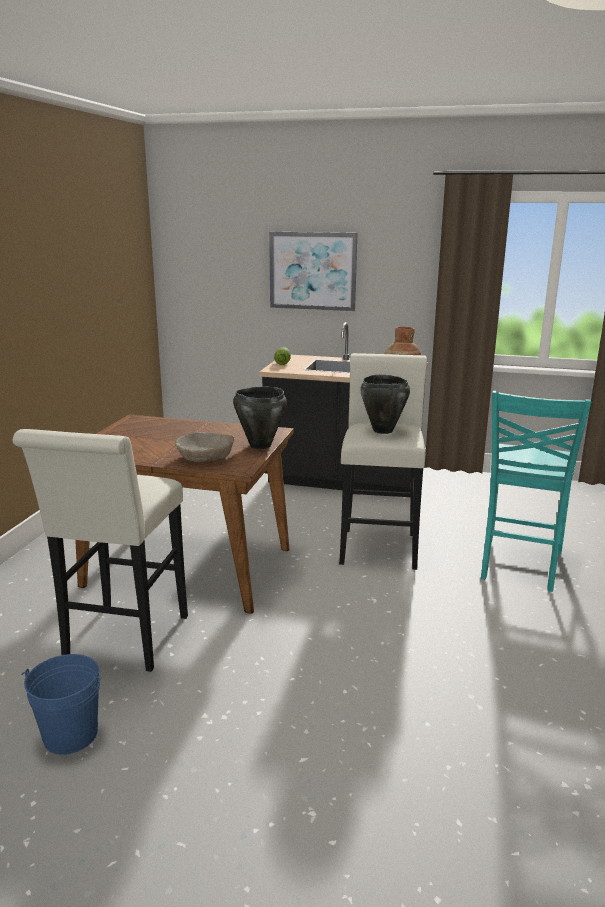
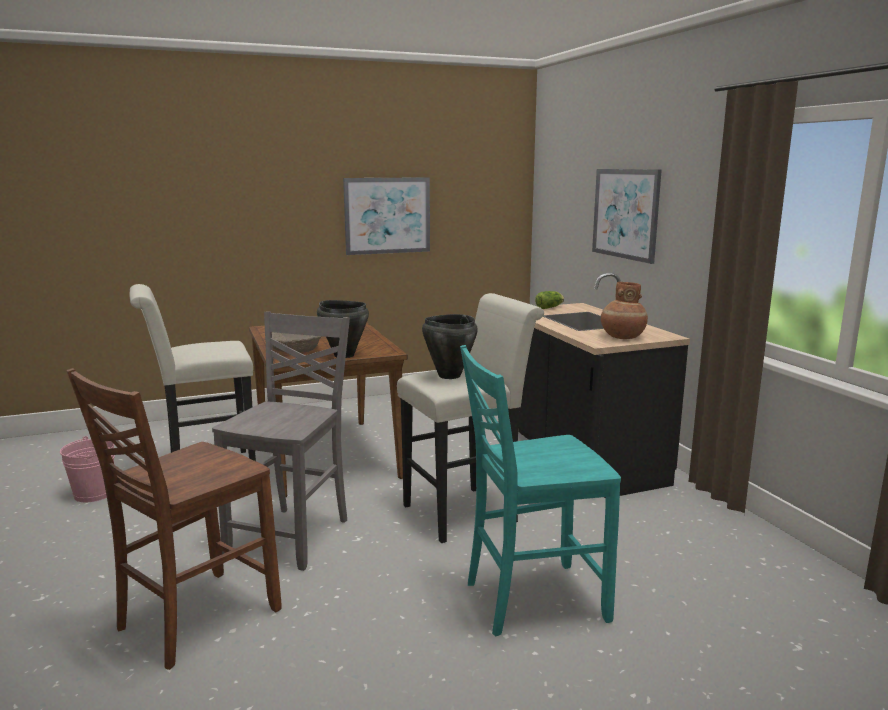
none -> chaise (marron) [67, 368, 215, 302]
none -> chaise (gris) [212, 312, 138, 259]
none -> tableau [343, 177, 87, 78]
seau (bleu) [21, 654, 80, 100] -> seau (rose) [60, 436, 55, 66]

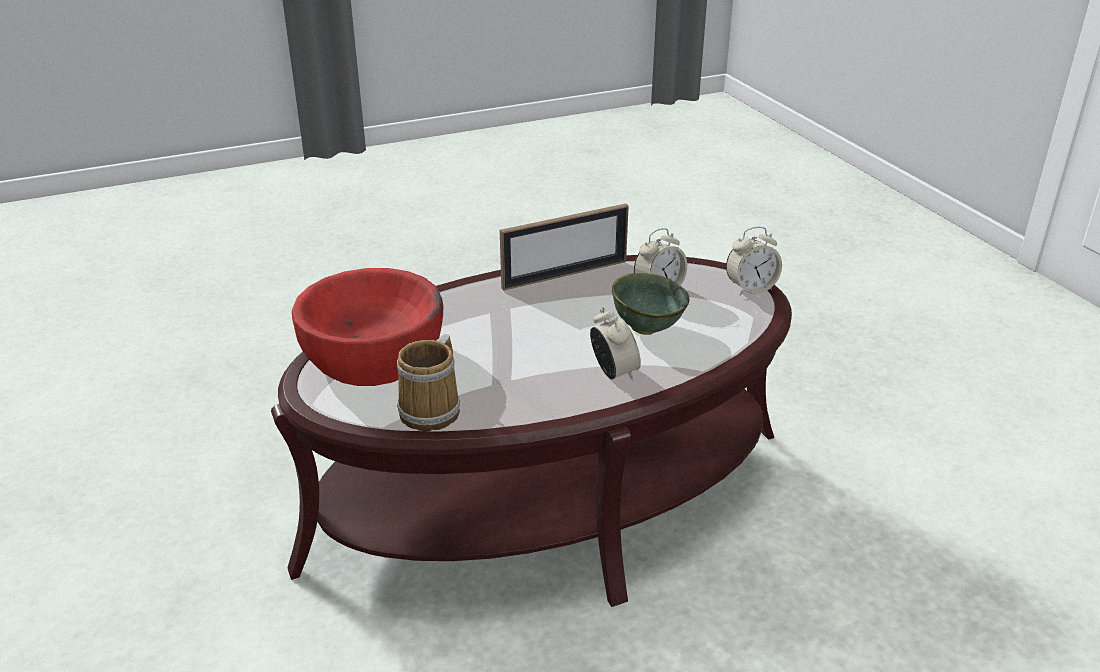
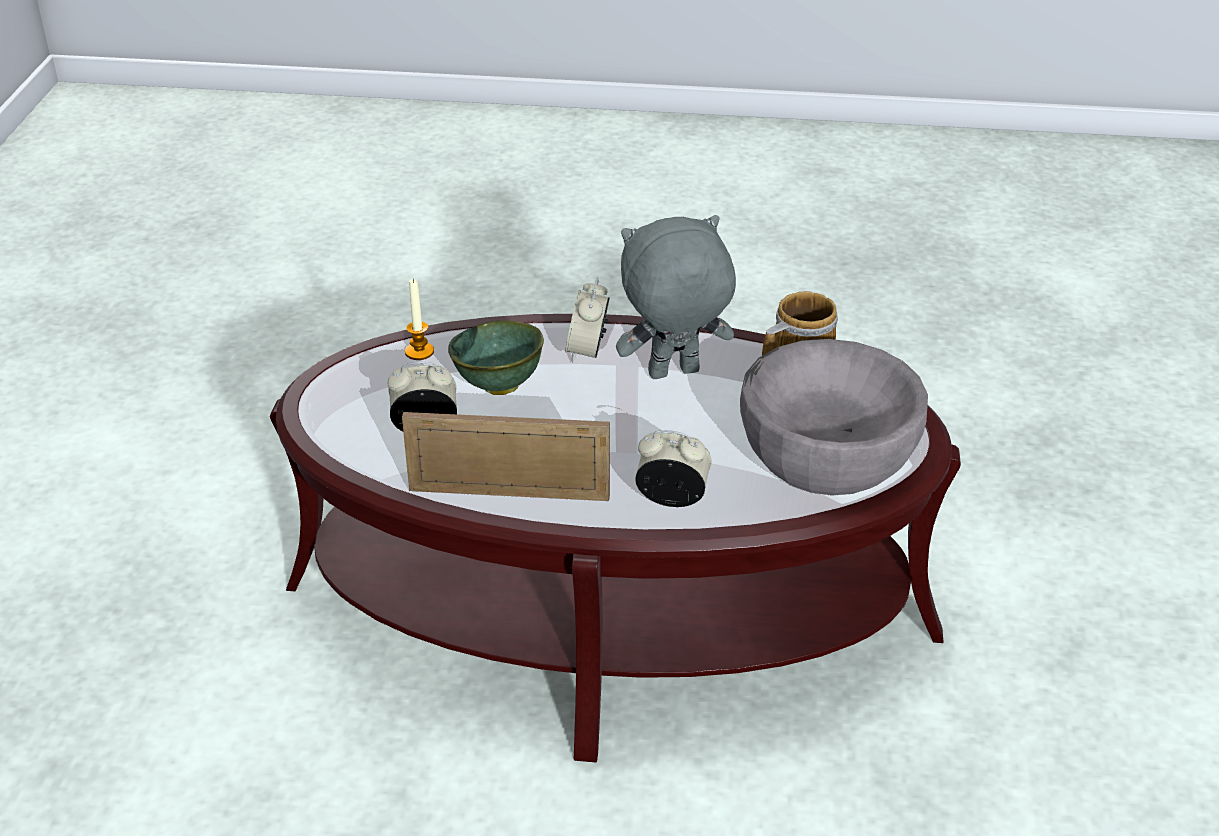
none -> bougie [405, 279, 29, 81]
none -> peluche (gris) [616, 215, 120, 164]
réveil [726, 227, 56, 69] -> réveil [635, 430, 77, 77], relocated
bol (rouge) [292, 268, 151, 118] -> bol (gris) [740, 339, 188, 156]

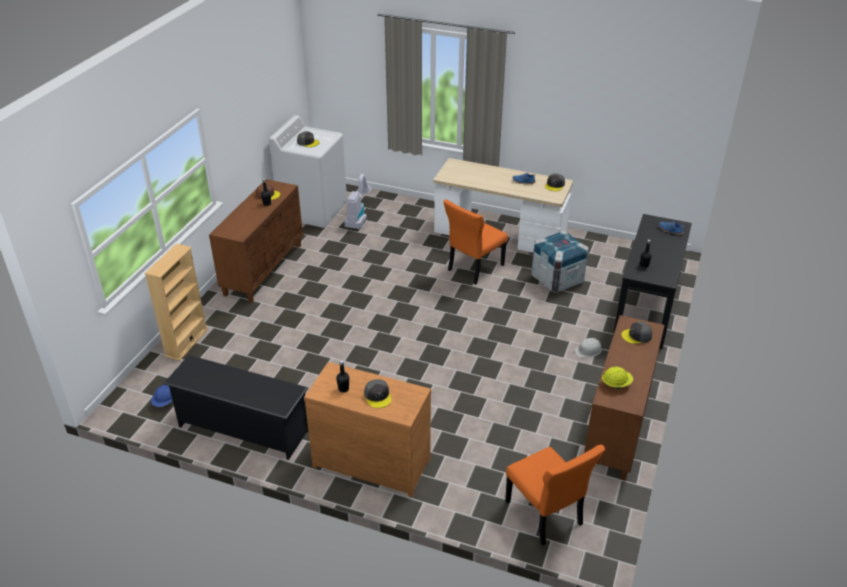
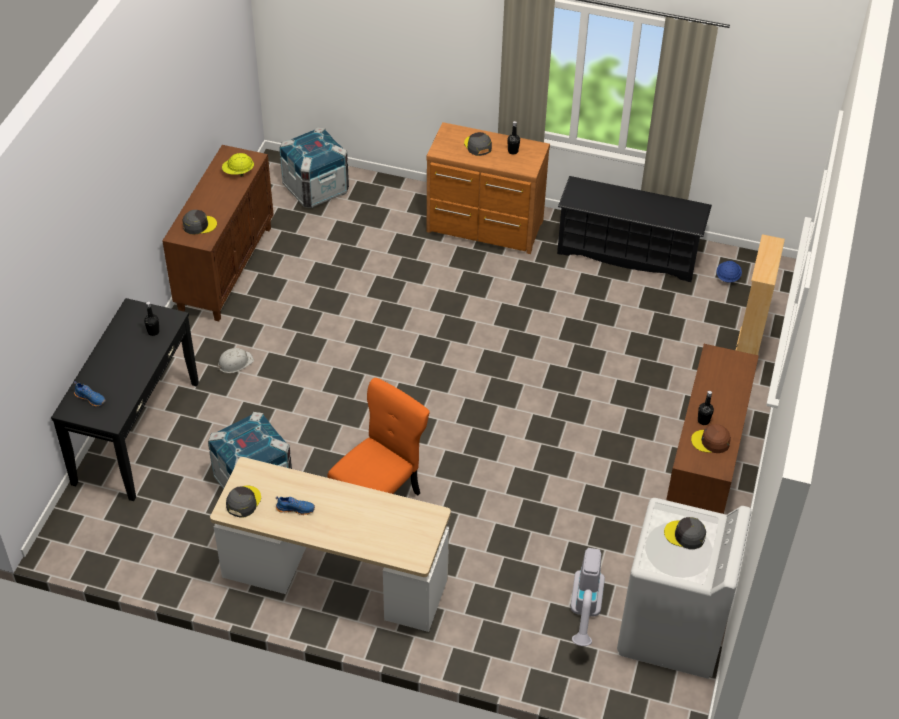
chaise (orange) [505, 445, 100, 101] -> caisse [279, 127, 70, 81]

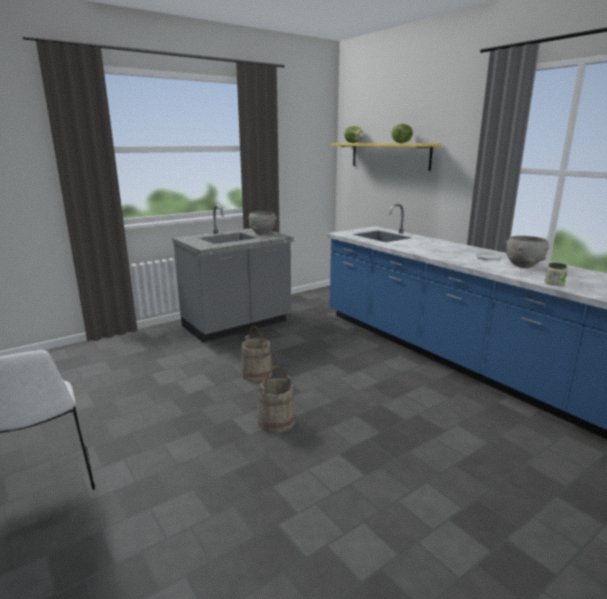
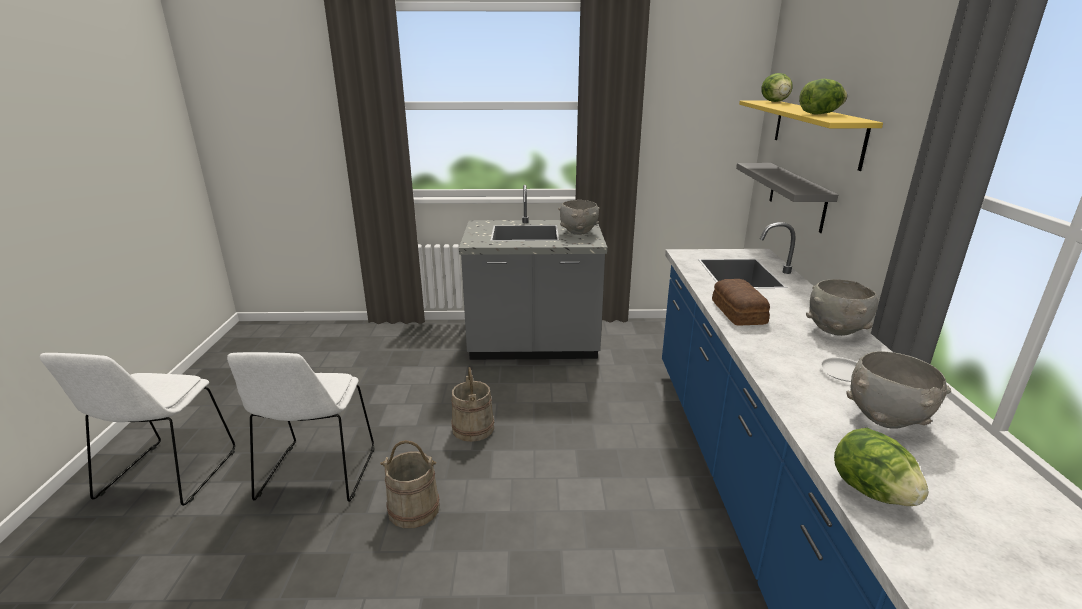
none -> chaise (blanc) [227, 352, 147, 150]
none -> pain [712, 279, 58, 47]
none -> étagère (gris) [736, 163, 102, 70]
none -> bol (gris) [806, 279, 73, 57]
bocal [545, 263, 22, 23] -> laitue [834, 428, 95, 78]

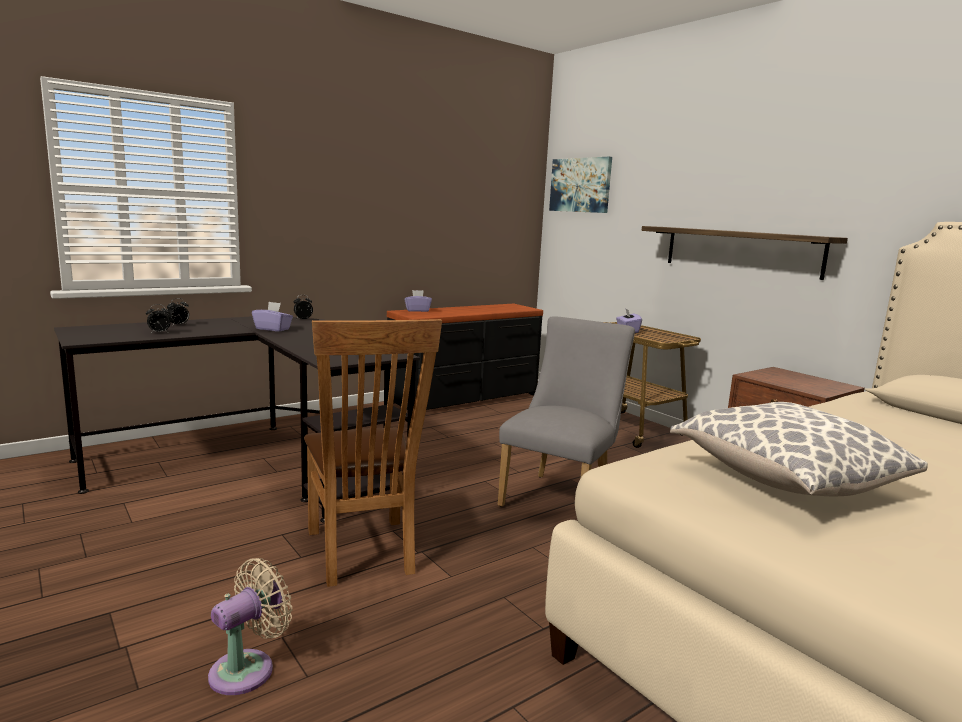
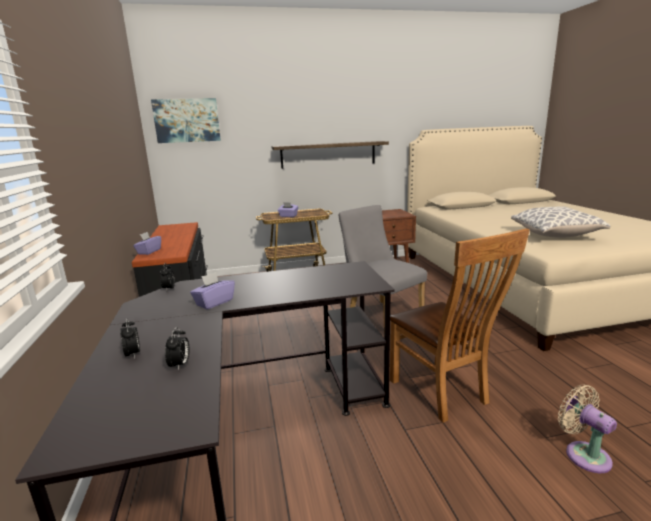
chaise (marron) [304, 319, 138, 268] -> chaise (marron) [390, 228, 140, 195], 60 degrees clockwise

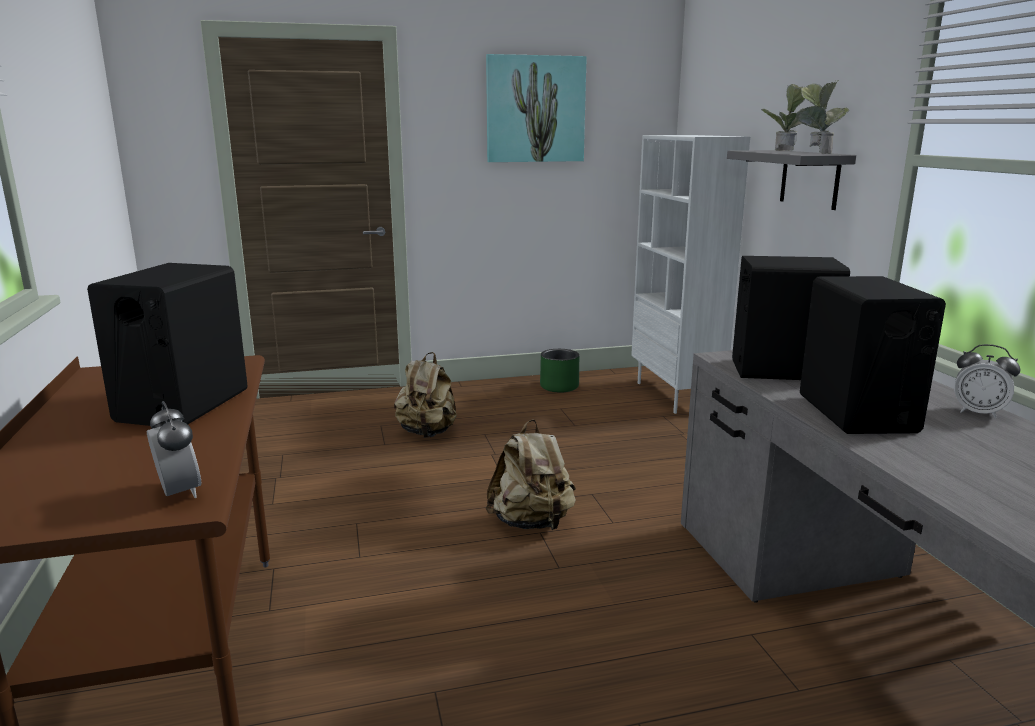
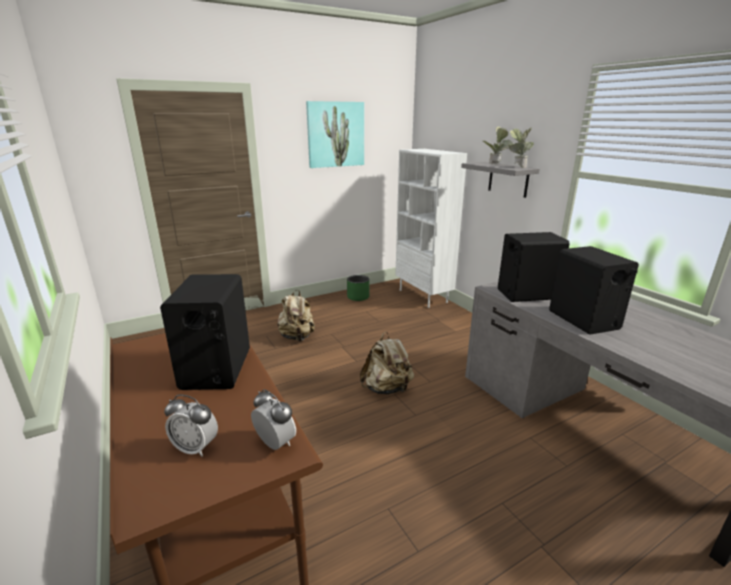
réveil [954, 344, 67, 75] -> réveil [164, 395, 54, 62], relocated

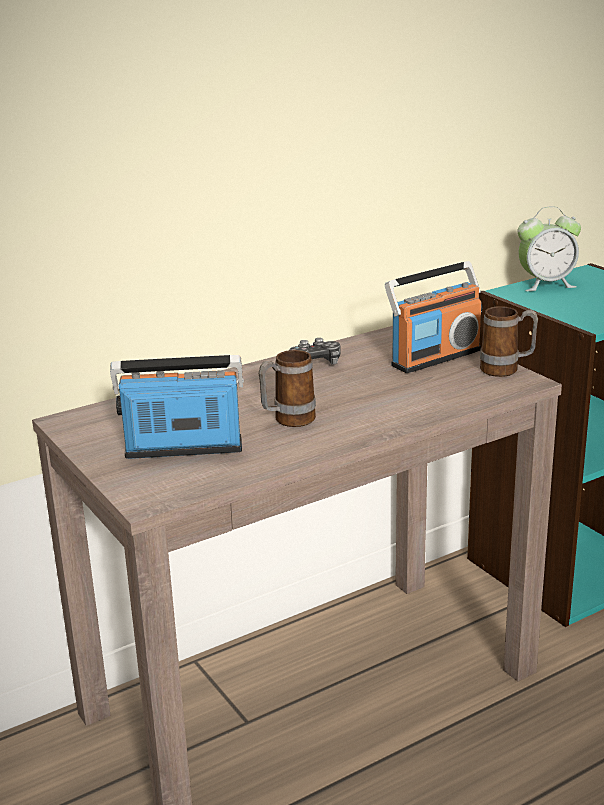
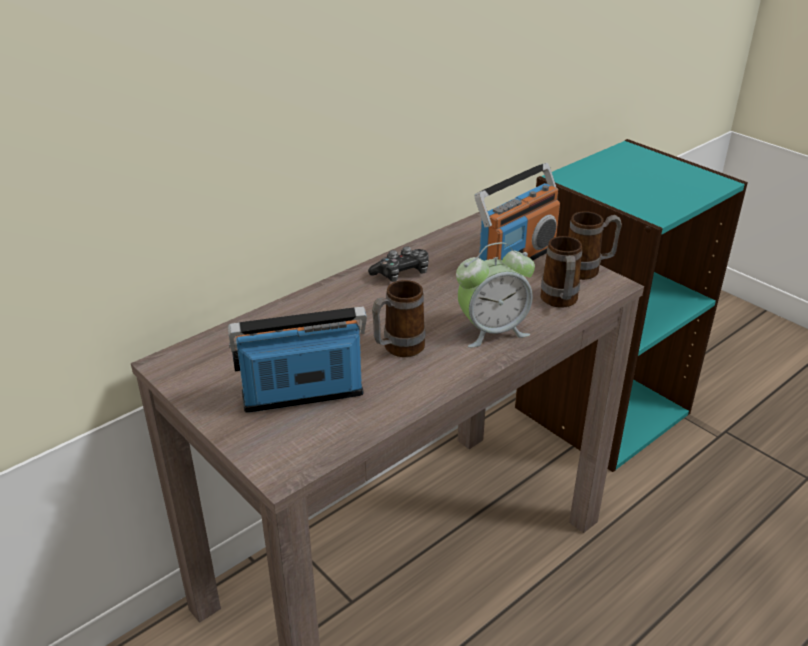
none -> mug [541, 236, 41, 72]
réveil [518, 207, 63, 84] -> réveil [456, 242, 79, 106], relocated

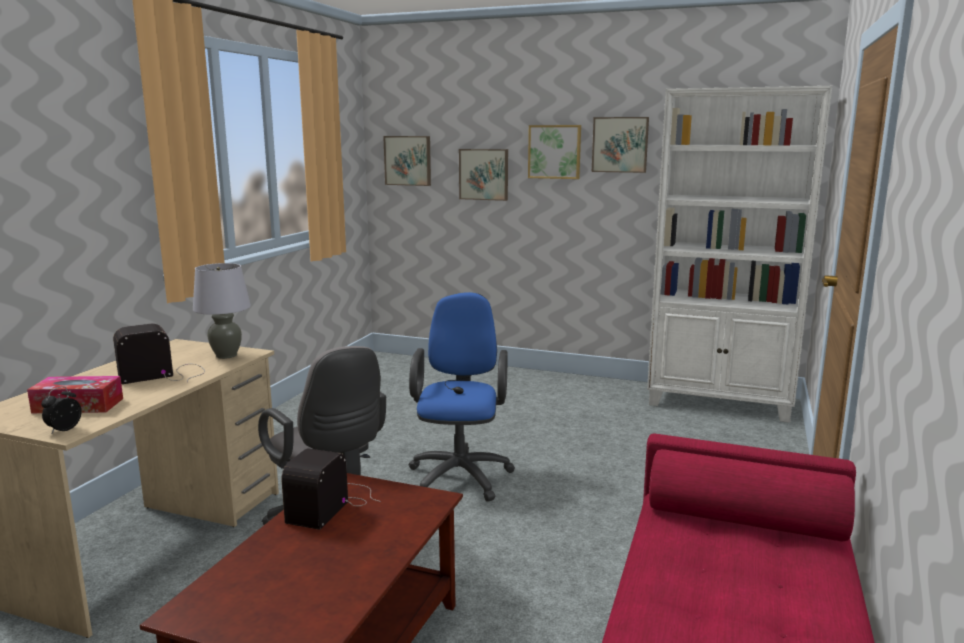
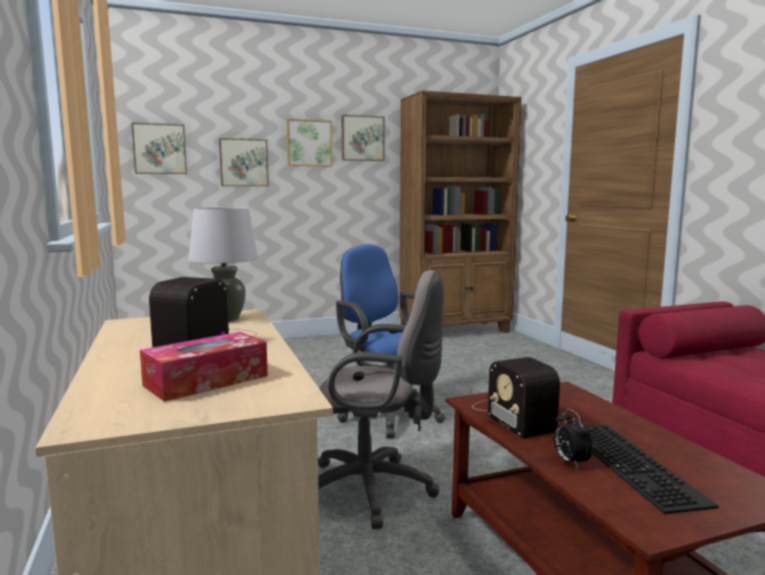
none -> clavier [588, 425, 131, 89]
réveil [41, 386, 41, 47] -> réveil [553, 408, 40, 61], relocated
bibliothèque (blanc) [647, 86, 185, 337] -> bibliothèque (marron) [400, 90, 122, 243]

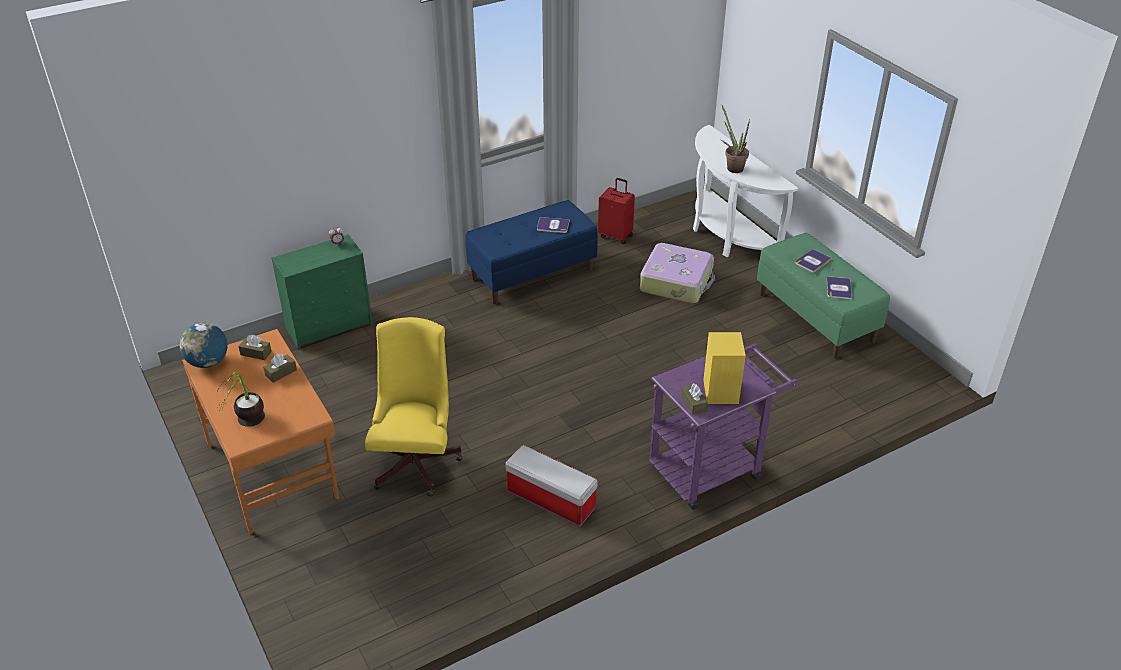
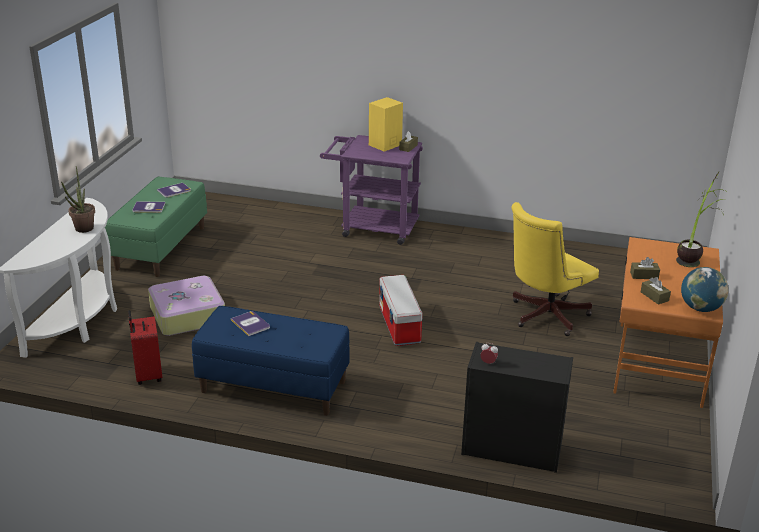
boîte de rangement [506, 445, 92, 81] -> boîte de rangement [379, 275, 44, 71], relocated
commode (vert) [271, 234, 102, 115] -> commode (noir) [461, 342, 112, 131]

